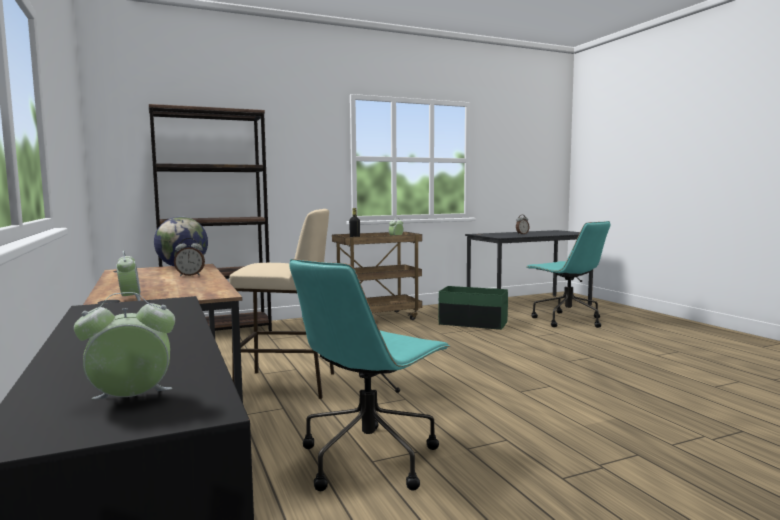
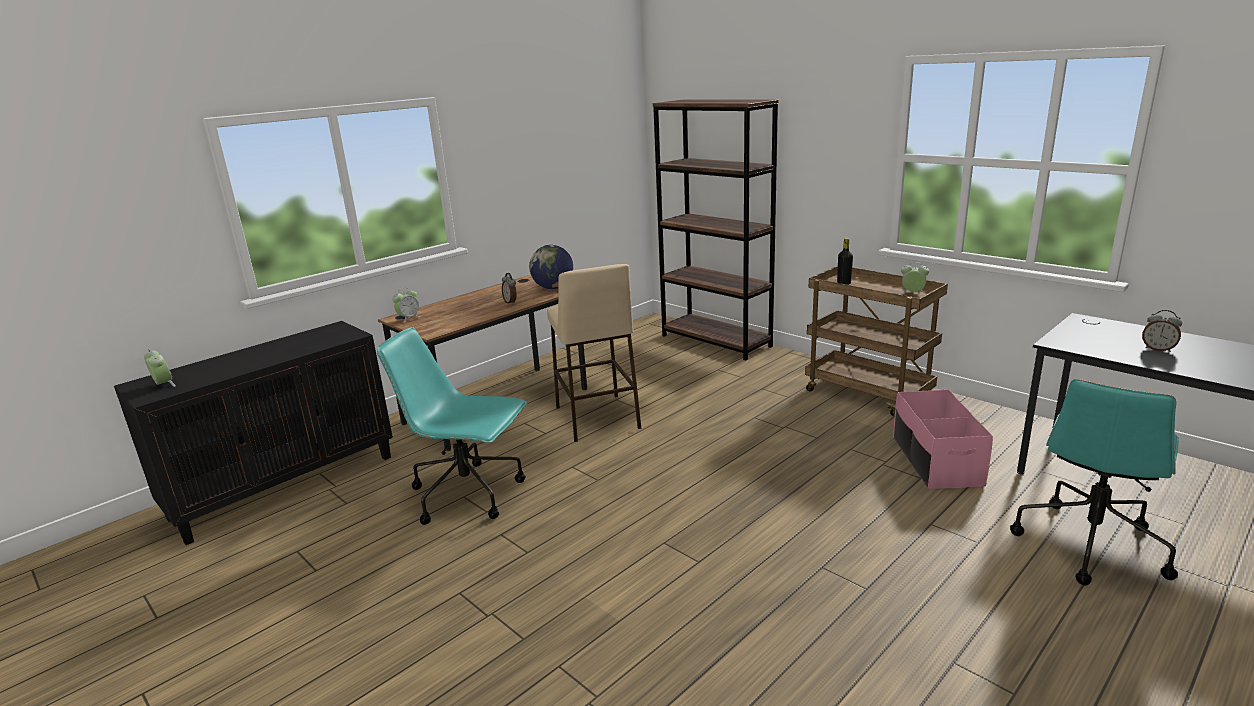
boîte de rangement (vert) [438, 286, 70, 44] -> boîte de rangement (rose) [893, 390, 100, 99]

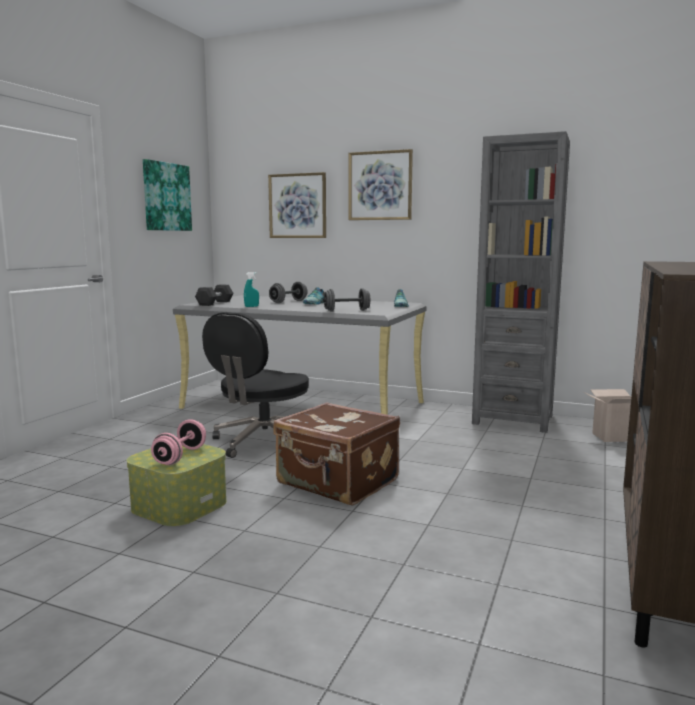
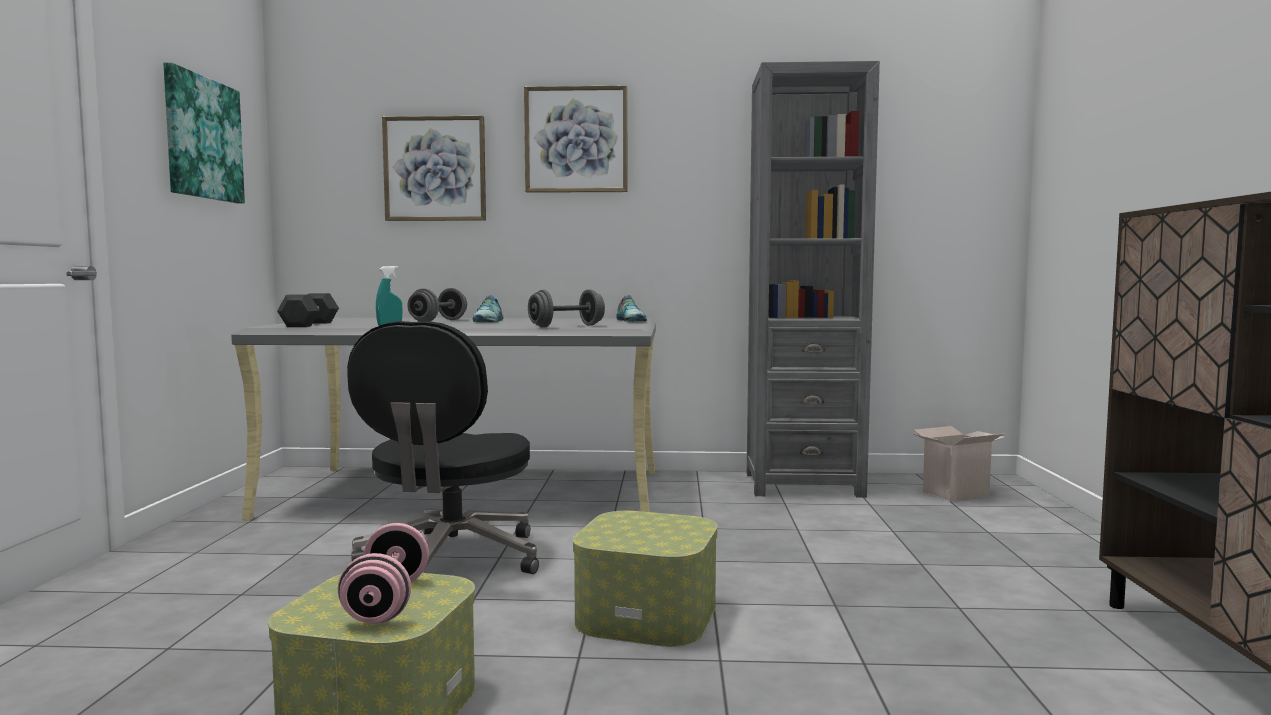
valise (marron) [273, 402, 127, 104] -> boîte de rangement [572, 511, 146, 136]

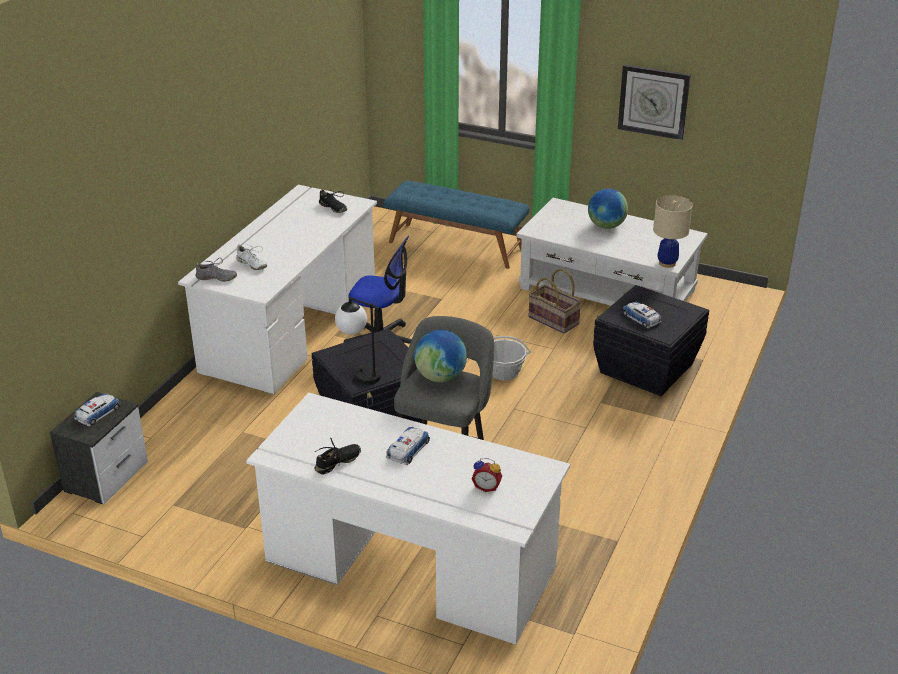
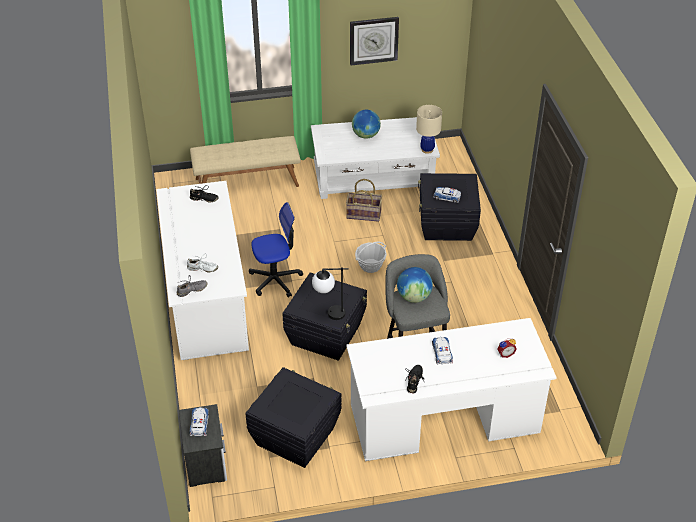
none -> boîte de rangement (noir) [245, 367, 96, 101]
banc (bleu) [384, 181, 146, 88] -> banc (beige) [190, 136, 111, 51]

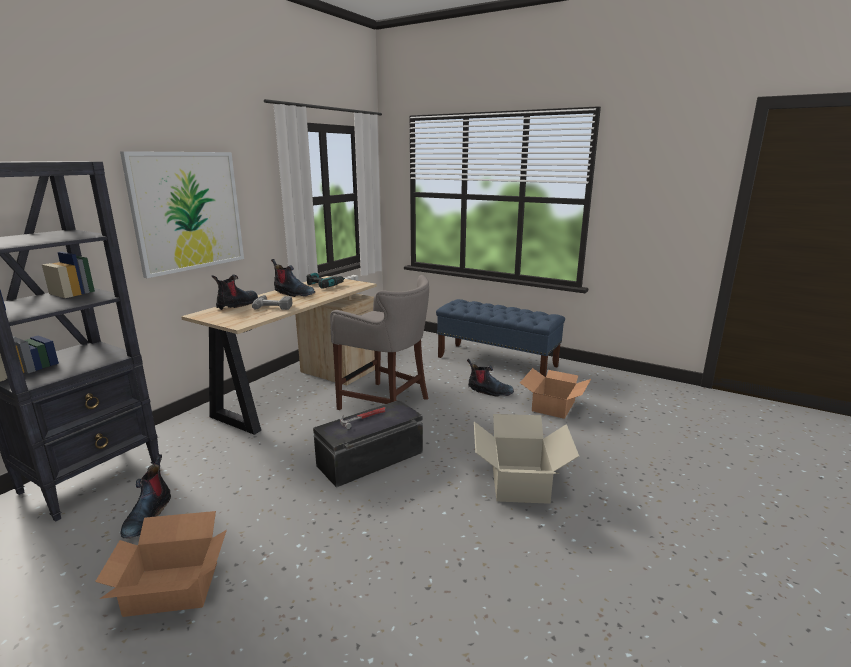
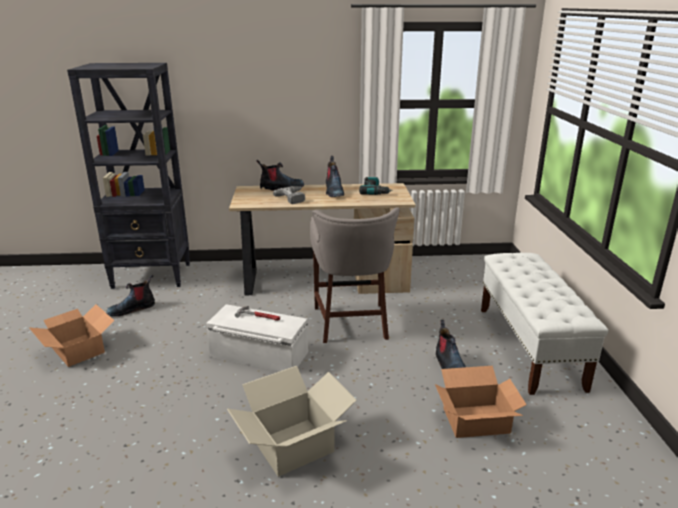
tableau [120, 151, 124, 127] -> none
boîte de rangement (noir) [313, 400, 110, 88] -> boîte de rangement (blanc) [206, 304, 102, 67]
banc (bleu) [436, 299, 129, 78] -> banc (blanc) [481, 253, 127, 142]

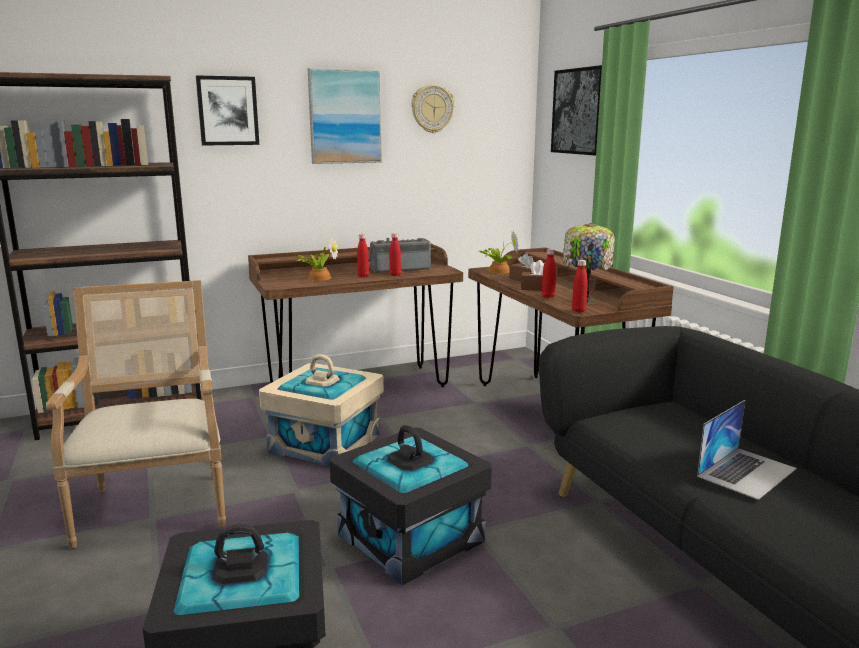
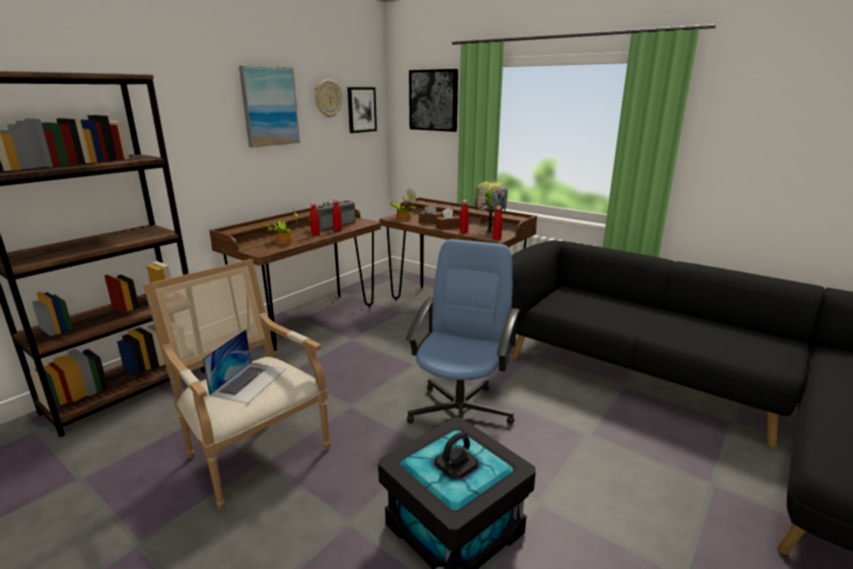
boîte de rangement (beige) [259, 354, 125, 113] -> none
tableau [196, 75, 63, 71] -> tableau [347, 87, 30, 46], relocated
ordinateur portable [697, 400, 100, 100] -> ordinateur portable [202, 329, 84, 75], relocated
boîte de rangement (noir) [330, 425, 162, 160] -> chaise de bureau (bleu) [406, 239, 114, 185]

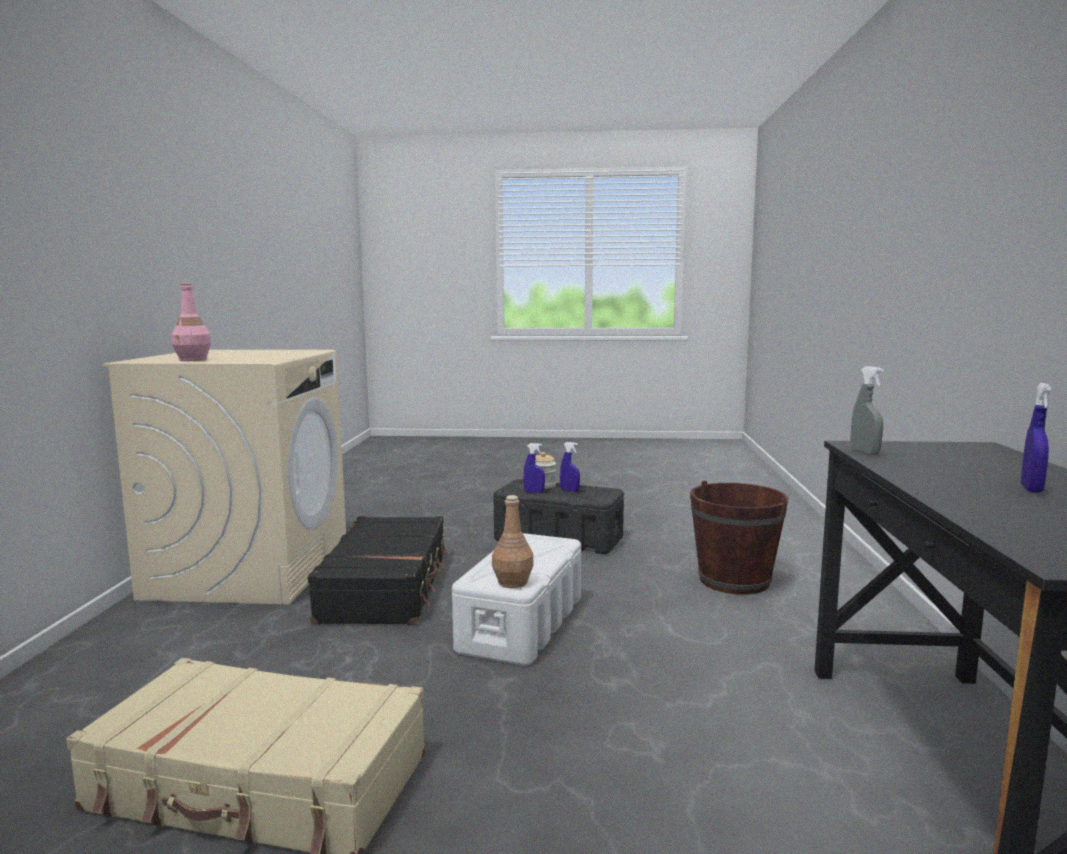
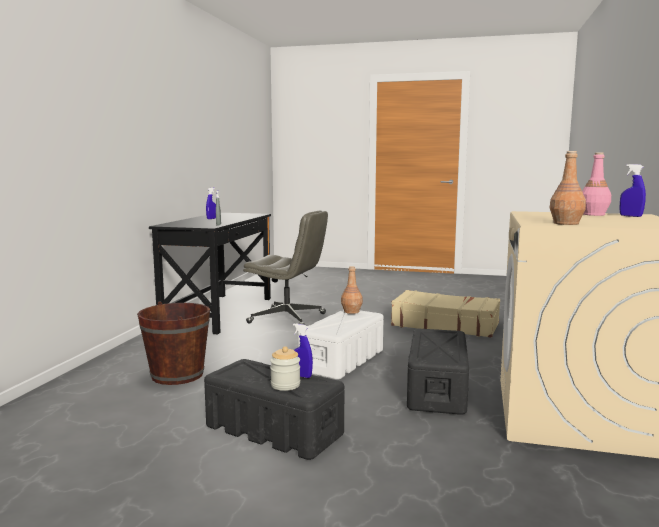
none -> chaise de bureau (gris) [243, 211, 85, 114]
none -> bouteille (marron) [550, 151, 36, 74]
vaporisateur (bleu) [560, 442, 20, 50] -> vaporisateur (bleu) [619, 164, 27, 53], relocated
valise (noir) [308, 516, 142, 109] -> boîte de rangement (noir) [407, 329, 62, 86]

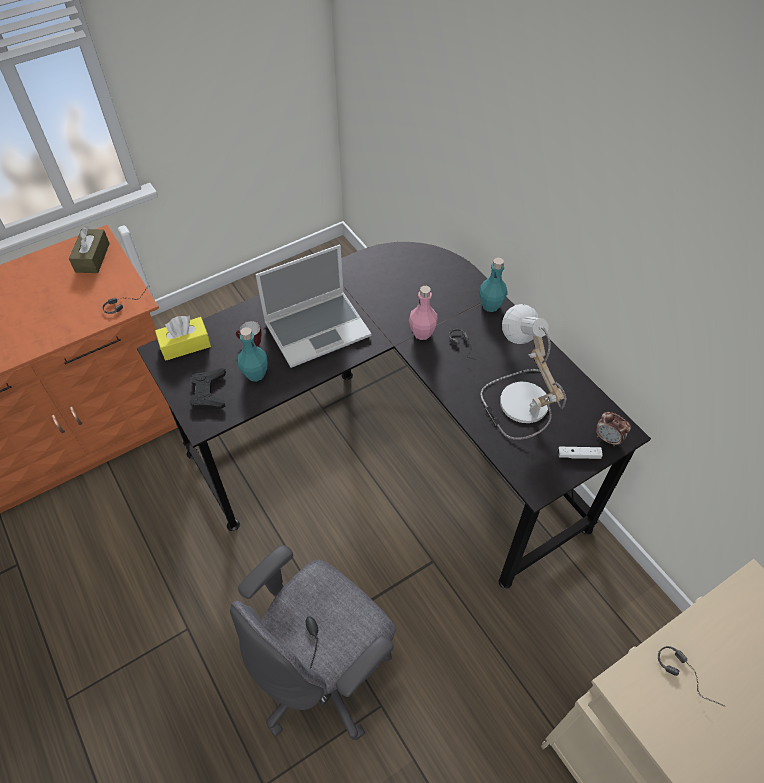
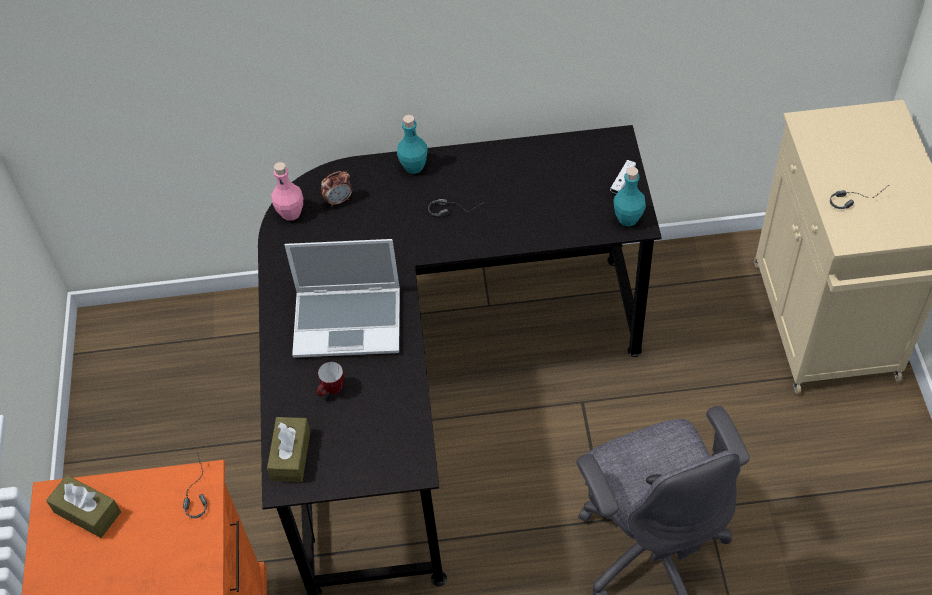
manette (noir) [189, 368, 37, 42] -> none
lampe de table [480, 304, 87, 136] -> none
bouteille (turquoise) [238, 327, 30, 55] -> bouteille (turquoise) [613, 167, 33, 60], relocated
bouteille (rose) [409, 286, 29, 54] -> bouteille (rose) [271, 162, 32, 59], relocated
réveil [596, 412, 35, 34] -> réveil [321, 171, 31, 36], relocated
boîte à mouchoirs (jaune) [155, 315, 56, 46] -> boîte à mouchoirs (marron) [267, 417, 43, 65]
ordinateur portable [256, 245, 116, 123] -> ordinateur portable [285, 239, 115, 119], 90 degrees clockwise

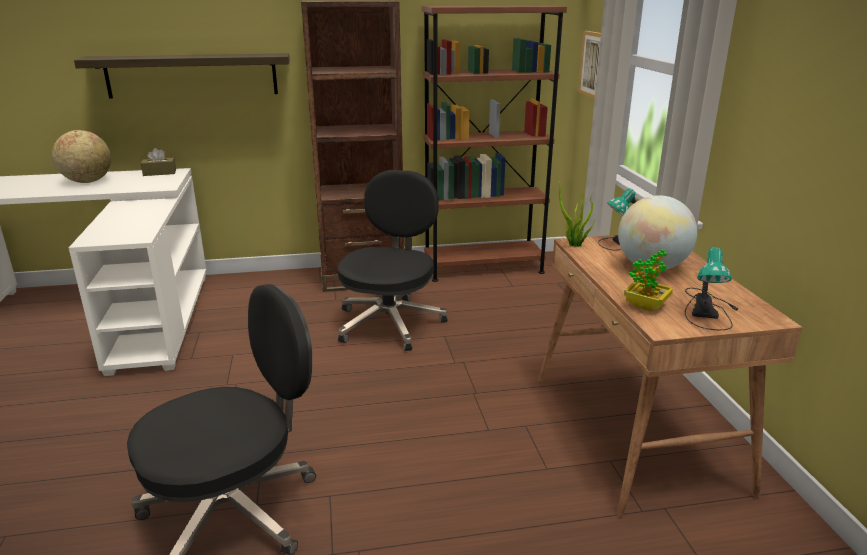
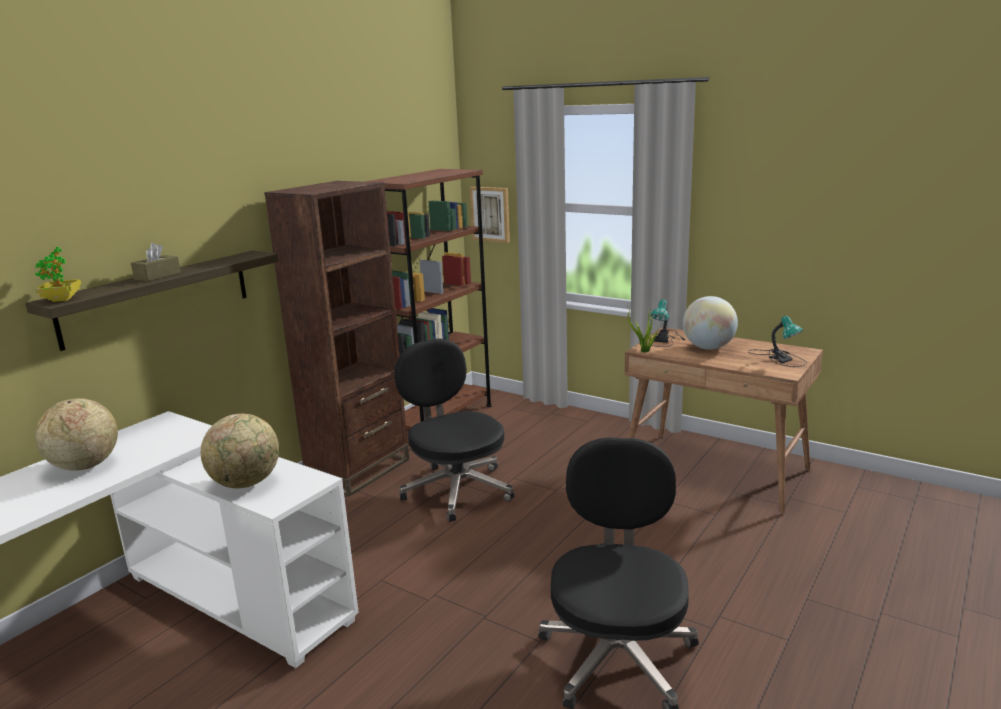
none -> globe [201, 413, 78, 75]
boîte à mouchoirs (marron) [141, 148, 35, 28] -> boîte à mouchoirs (marron) [131, 243, 50, 39], relocated
plante en pot [624, 249, 49, 62] -> plante en pot [35, 247, 46, 55], relocated

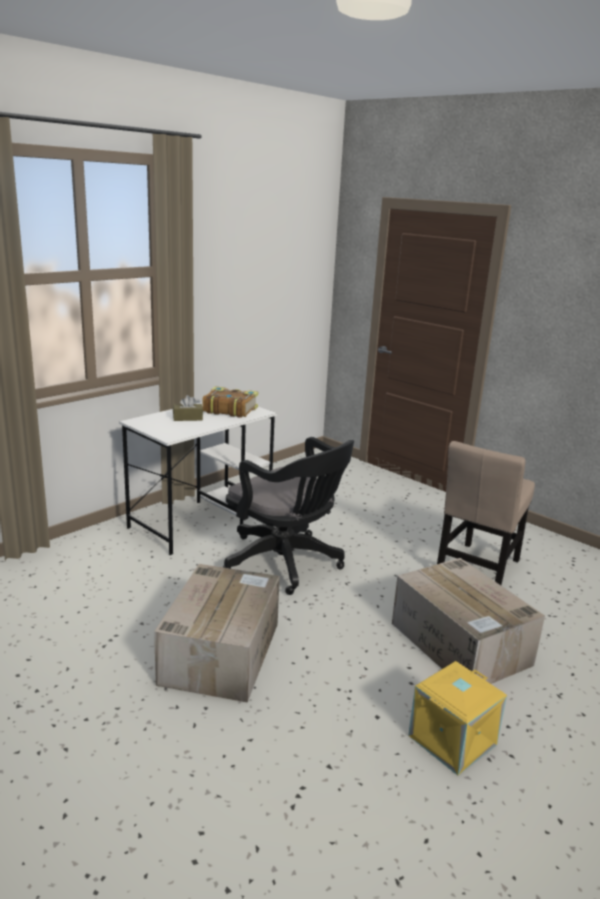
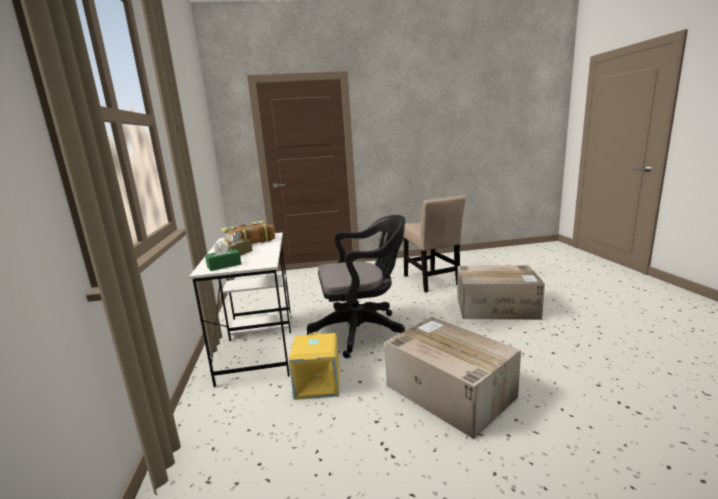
none -> boîte à mouchoirs (vert) [205, 240, 36, 31]
boîte de rangement (jaune) [408, 661, 99, 115] -> boîte de rangement (jaune) [289, 333, 51, 67], relocated

